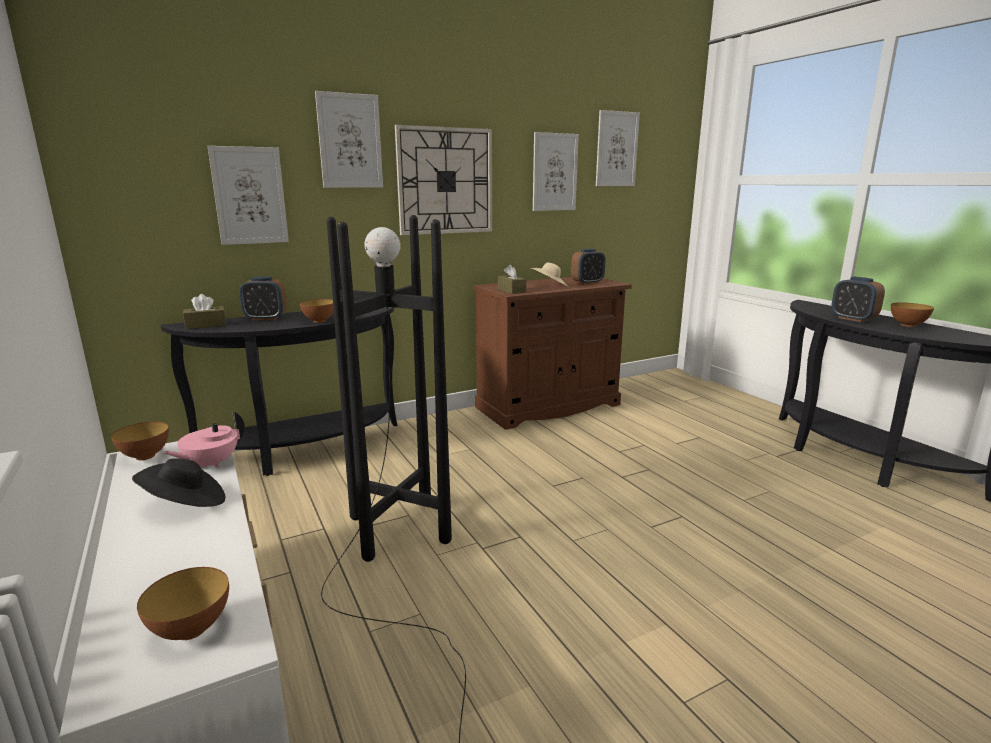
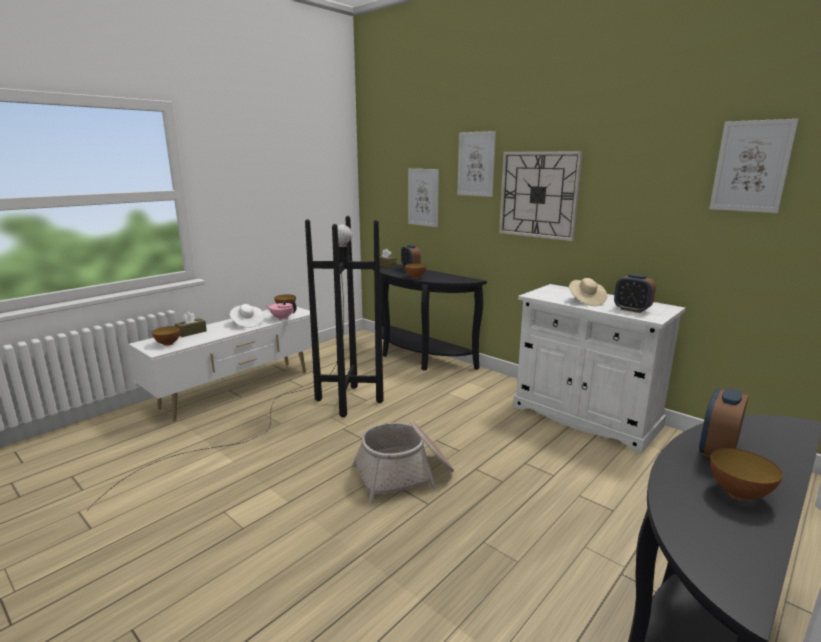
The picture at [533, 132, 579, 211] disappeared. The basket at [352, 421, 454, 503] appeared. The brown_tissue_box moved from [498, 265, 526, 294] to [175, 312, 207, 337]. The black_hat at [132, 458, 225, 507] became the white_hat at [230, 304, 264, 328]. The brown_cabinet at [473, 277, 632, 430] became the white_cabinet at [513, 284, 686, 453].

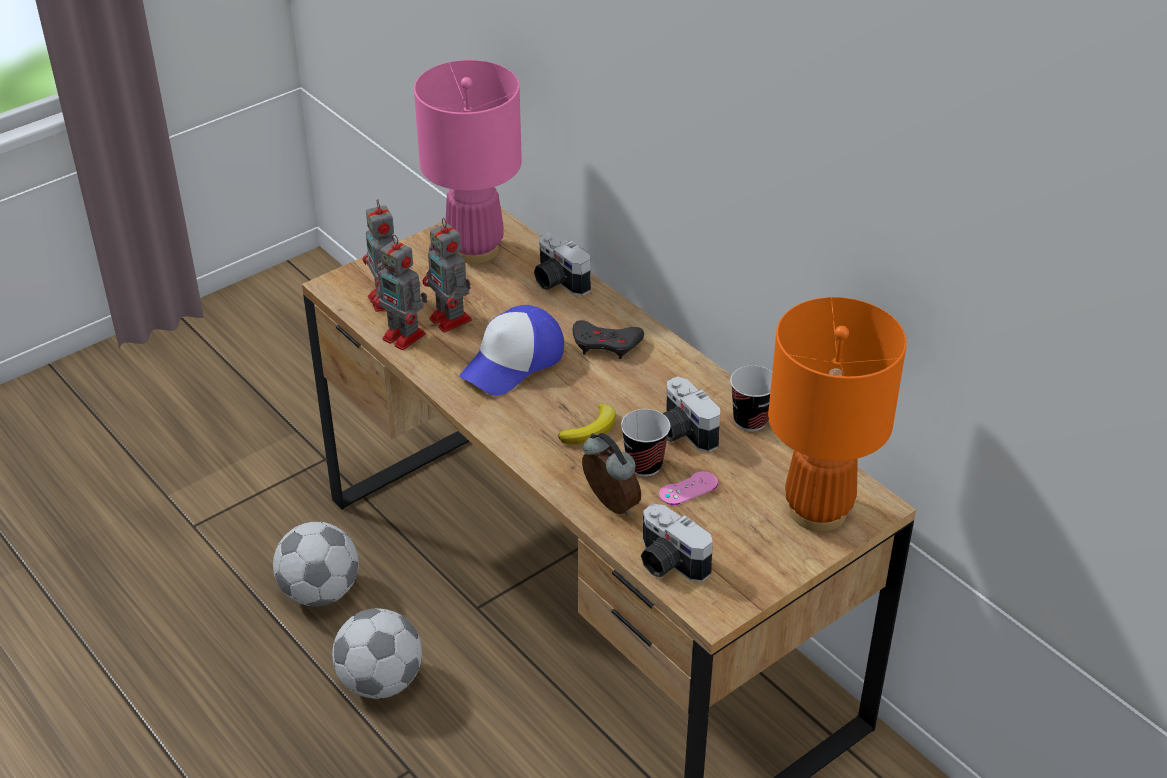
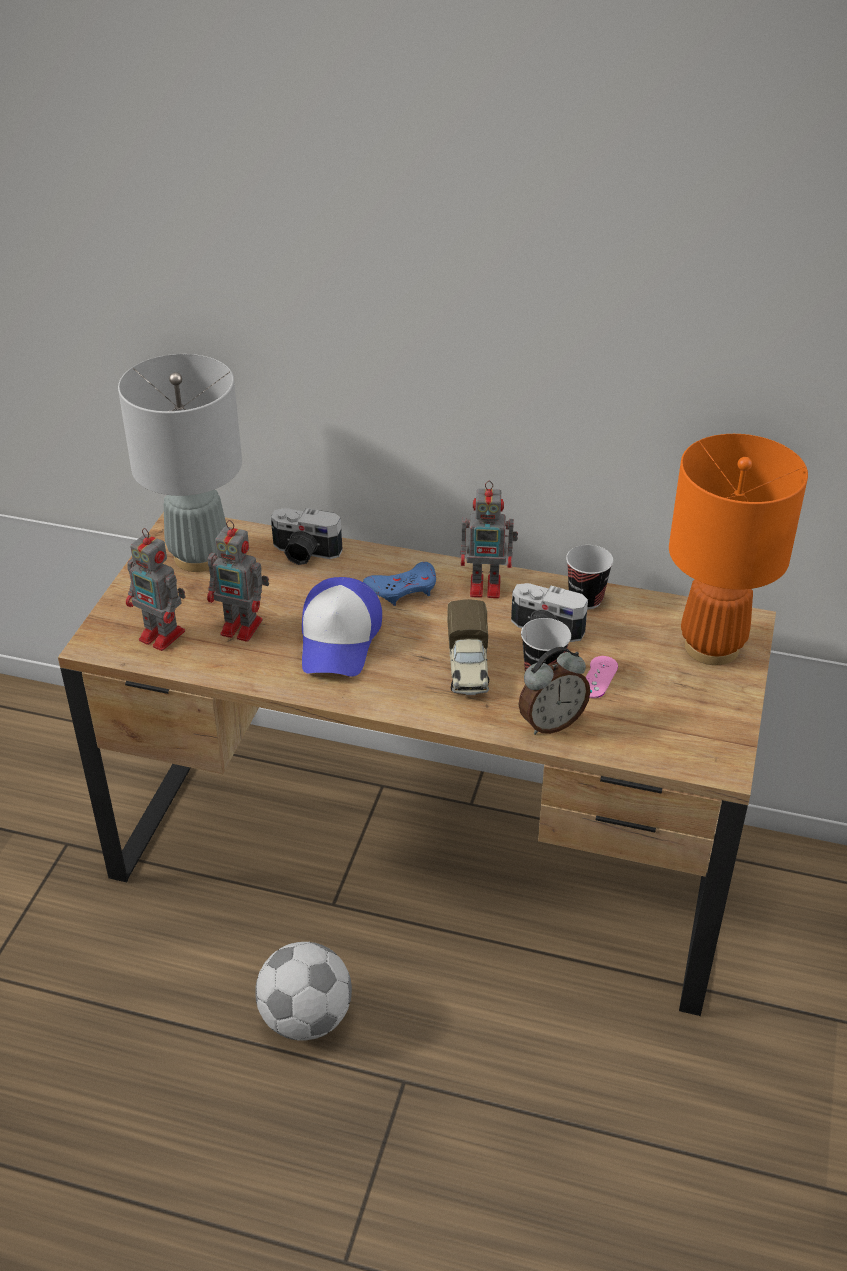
The football at [273, 521, 359, 607] disappeared. The photo_camera at [641, 503, 713, 582] disappeared. The toy_robot moved from [373, 235, 428, 350] to [461, 481, 518, 598]. The banana at [558, 403, 616, 445] was replaced by the toy_truck at [447, 599, 489, 695]. The pink_table_lamp at [414, 60, 522, 264] became the grey_table_lamp at [118, 354, 242, 572]. The grey_game_controller at [572, 320, 644, 359] became the blue_game_controller at [363, 562, 436, 606]. The alarm_clock at [582, 433, 641, 516] turned 135 degrees clockwise.

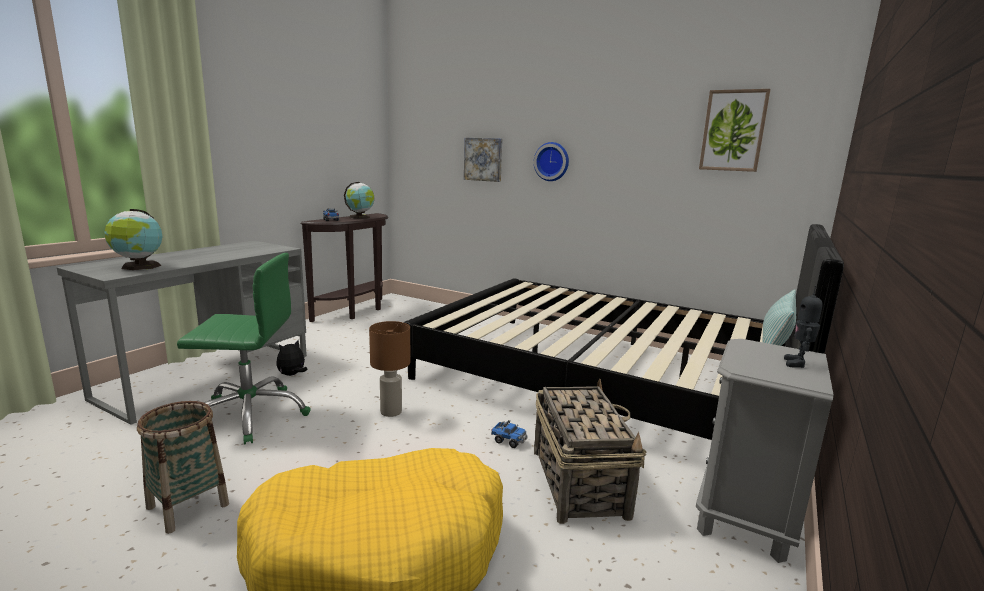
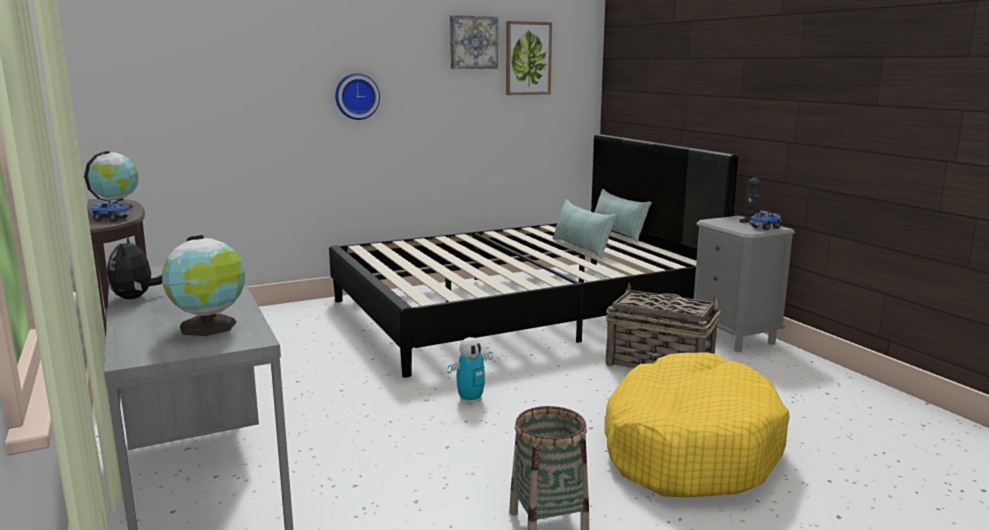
The green_office_chair at [177, 253, 311, 445] disappeared. The pillow at [552, 199, 617, 259] appeared. The plush_toy moved from [276, 340, 308, 376] to [107, 235, 162, 299]. The picture moved from [464, 138, 503, 182] to [450, 15, 498, 69]. The toy_truck moved from [491, 420, 528, 448] to [750, 210, 781, 230]. The brown_table_lamp at [369, 321, 410, 417] was replaced by the toy_robot at [447, 337, 493, 404].

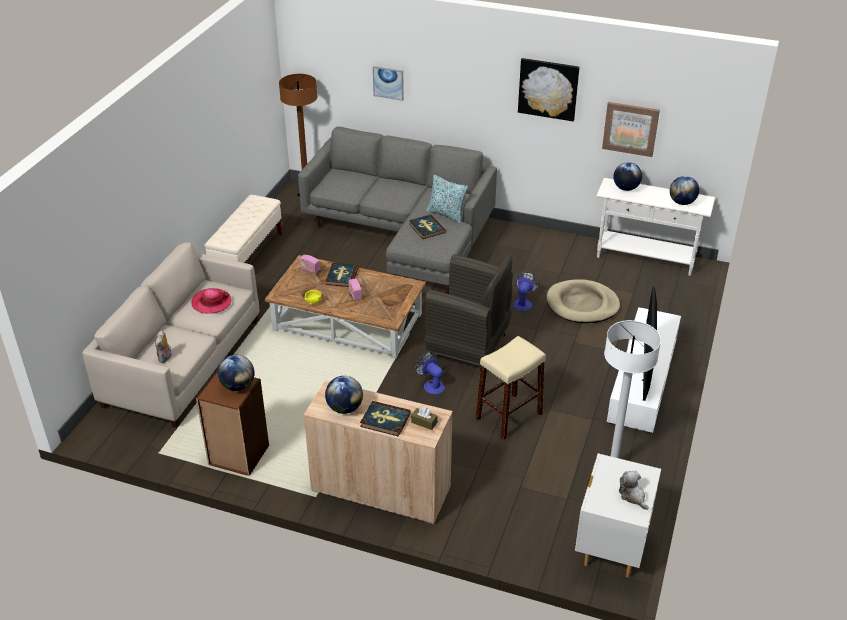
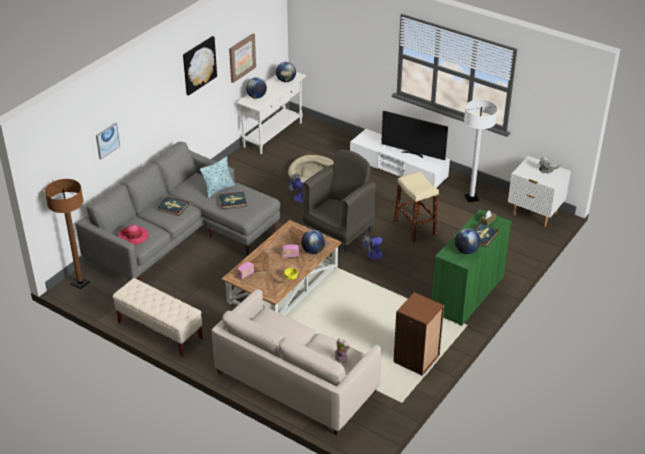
The hat moved from [191, 288, 232, 314] to [118, 224, 149, 245]. The globe moved from [218, 355, 255, 391] to [301, 230, 325, 254]. The book moved from [326, 263, 359, 287] to [157, 196, 189, 216]. The beige_cabinet at [304, 380, 452, 525] became the green_cabinet at [432, 209, 511, 326].

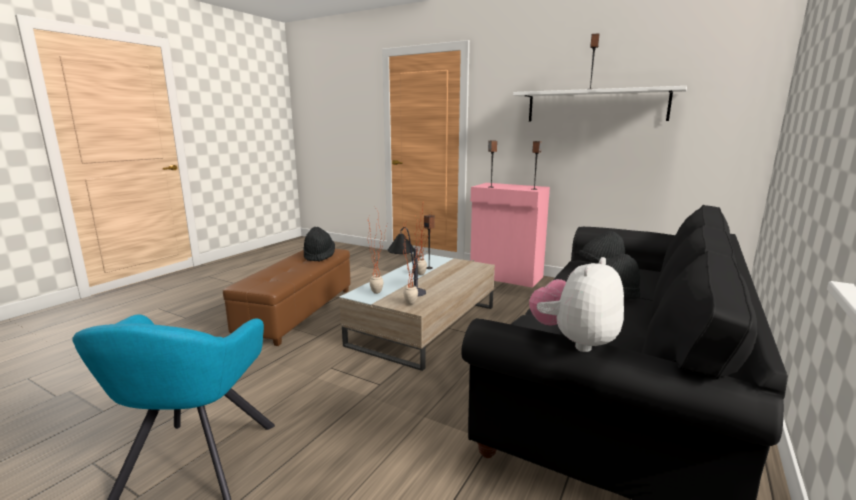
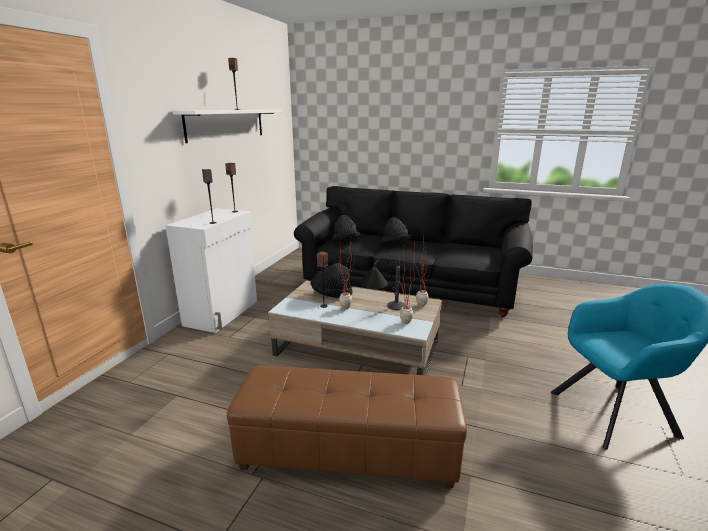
The plush_toy at [529, 257, 624, 352] disappeared. The black_hat moved from [303, 227, 335, 262] to [311, 263, 353, 298]. The pink_cabinet at [470, 183, 550, 288] became the white_cabinet at [165, 208, 257, 333].

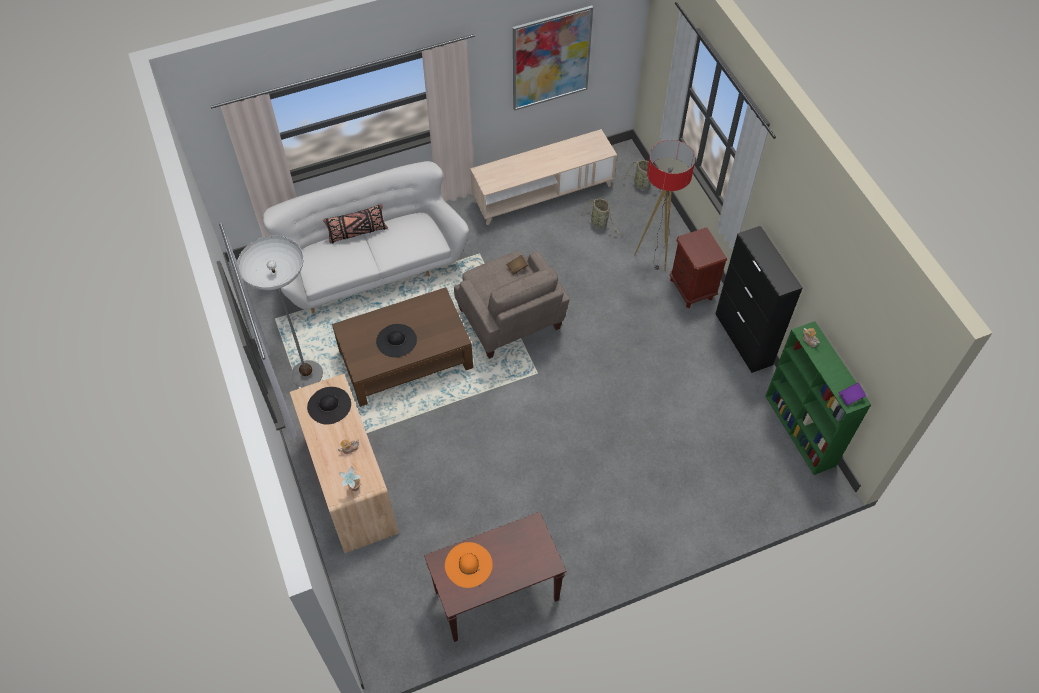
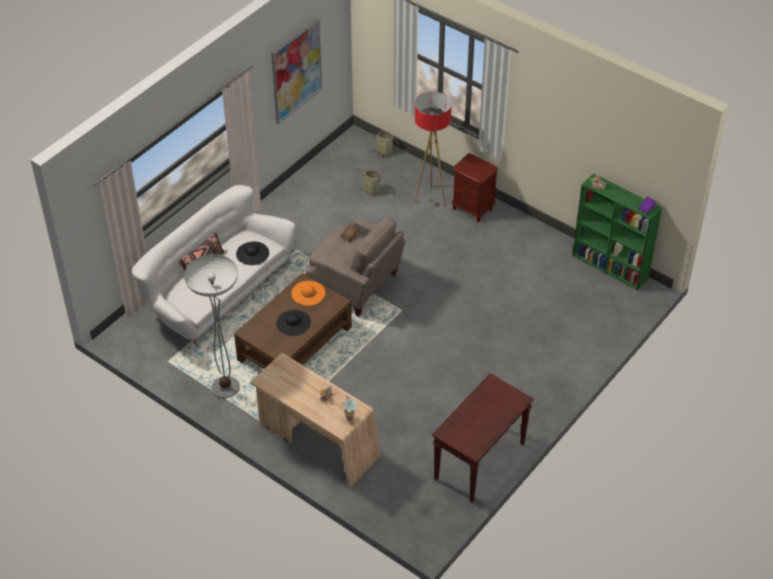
The beige_tv_stand at [470, 129, 617, 225] disappeared. The black_cabinet at [715, 226, 803, 373] disappeared. The black_hat moved from [307, 387, 351, 425] to [236, 241, 269, 265]. The orange_hat moved from [445, 542, 493, 588] to [291, 281, 325, 306].

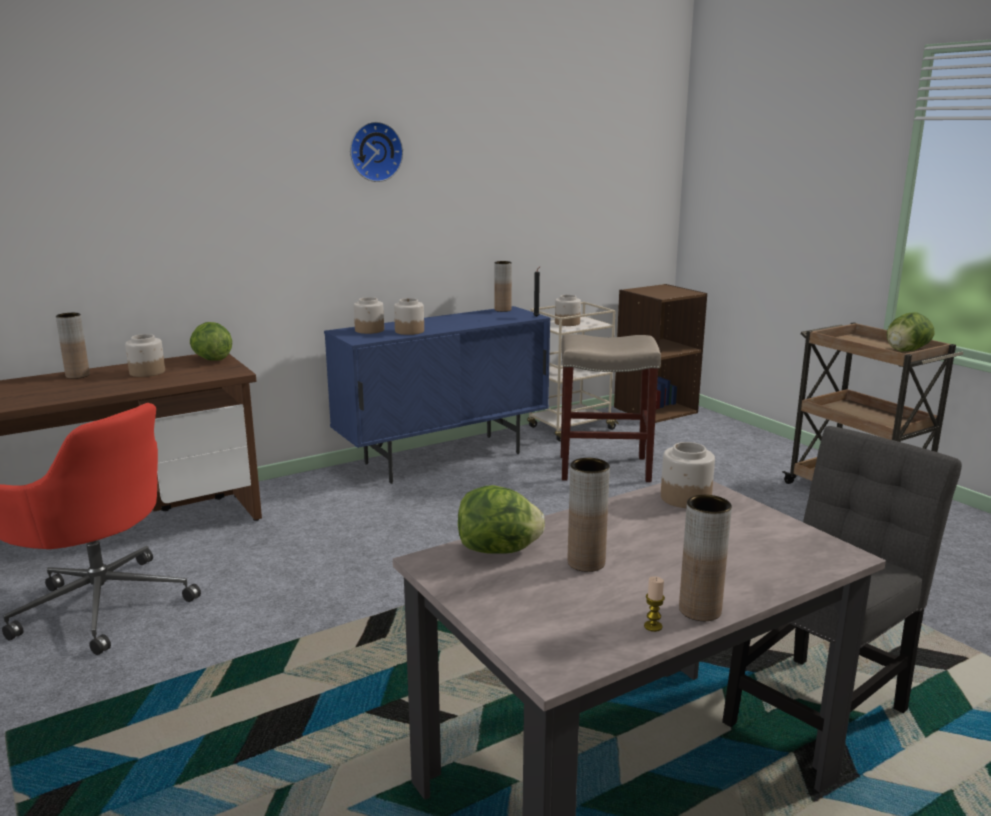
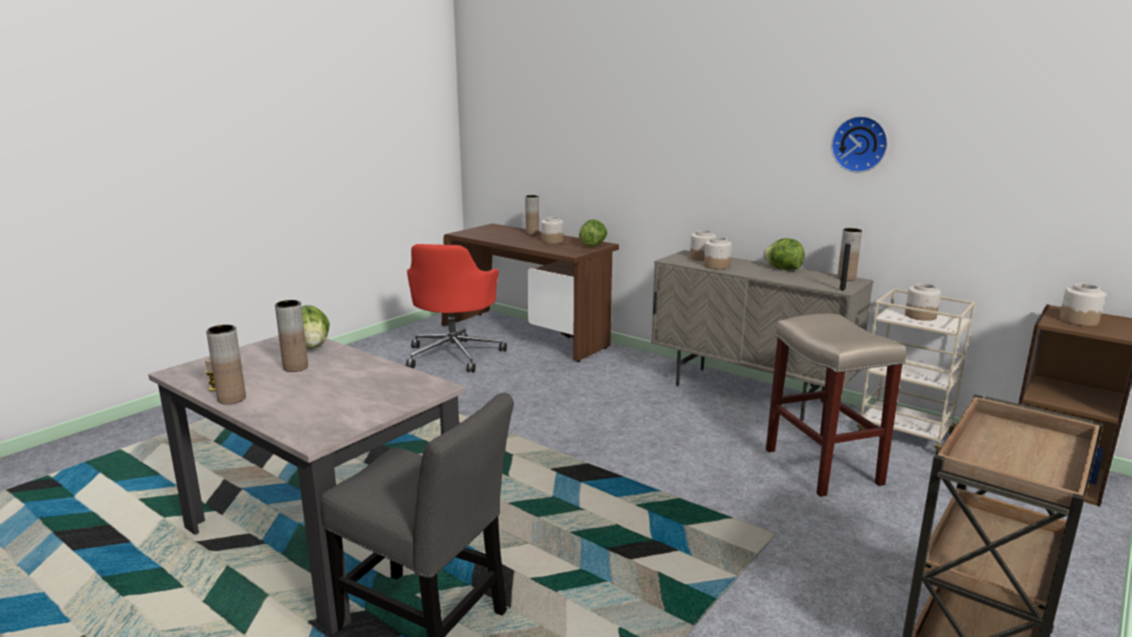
The wall_clock moved from [350, 121, 403, 182] to [831, 116, 888, 173]. The jar moved from [661, 442, 715, 508] to [1060, 283, 1105, 326]. The lettuce moved from [887, 312, 935, 351] to [763, 238, 804, 270]. The blue_cabinet at [324, 306, 551, 484] became the beige_cabinet at [651, 250, 873, 421].

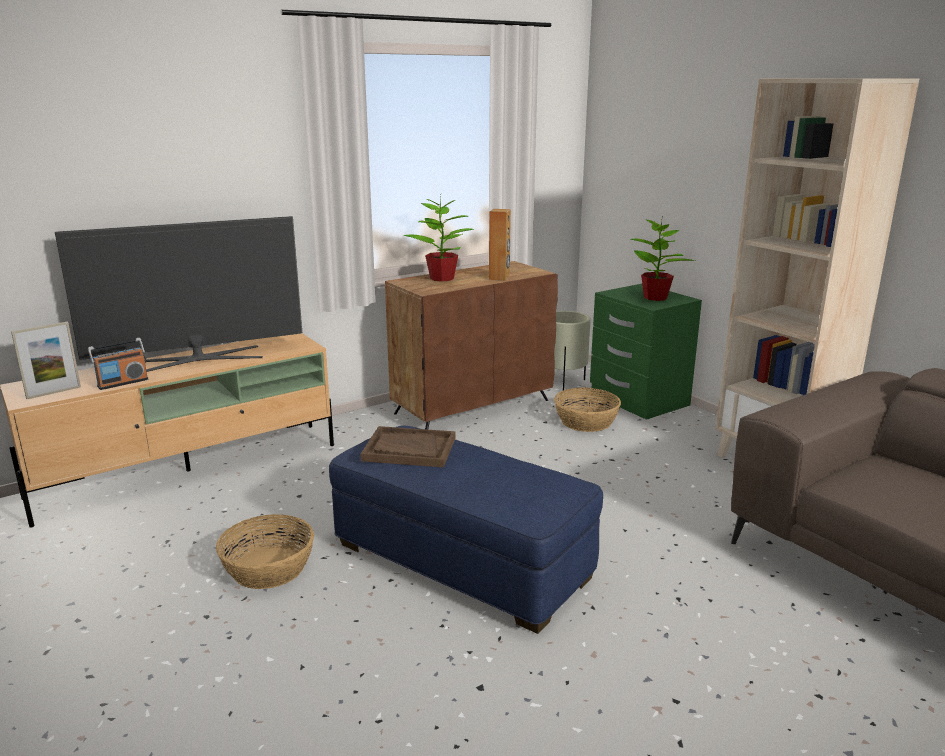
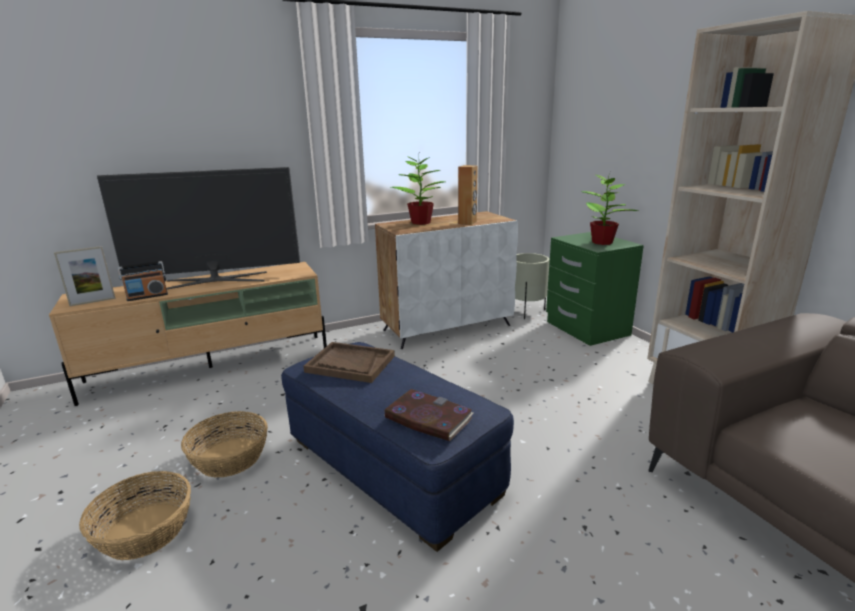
The book at [384, 389, 474, 441] appeared. The basket moved from [554, 387, 621, 432] to [79, 471, 191, 560]. The brown_cabinet at [385, 261, 558, 430] became the white_cabinet at [375, 211, 518, 349].

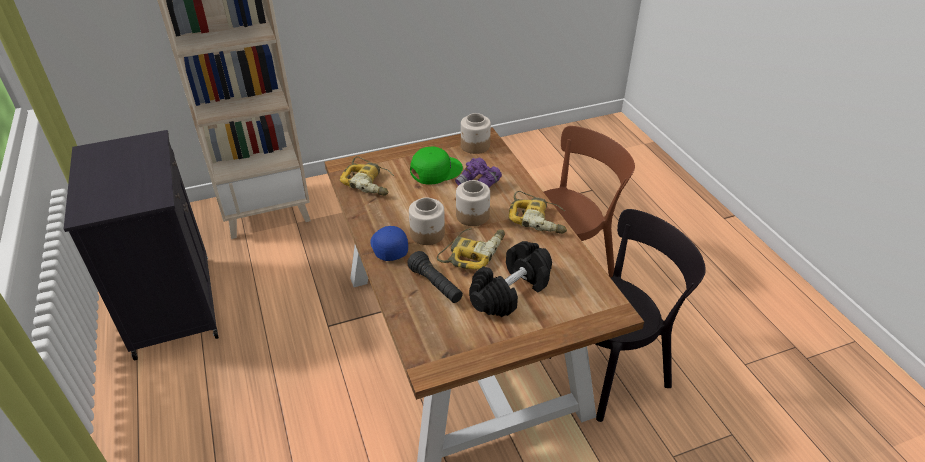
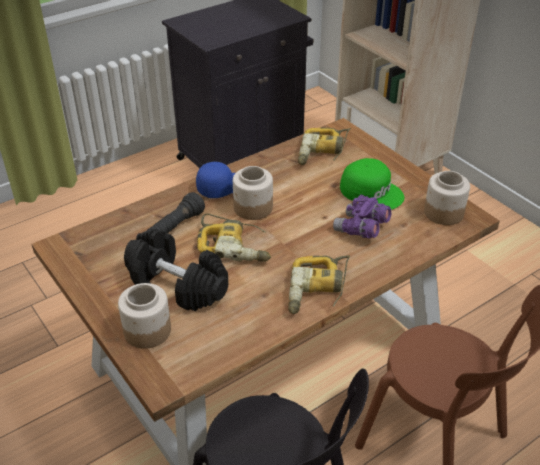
The jar moved from [456, 180, 490, 226] to [118, 283, 171, 349].

